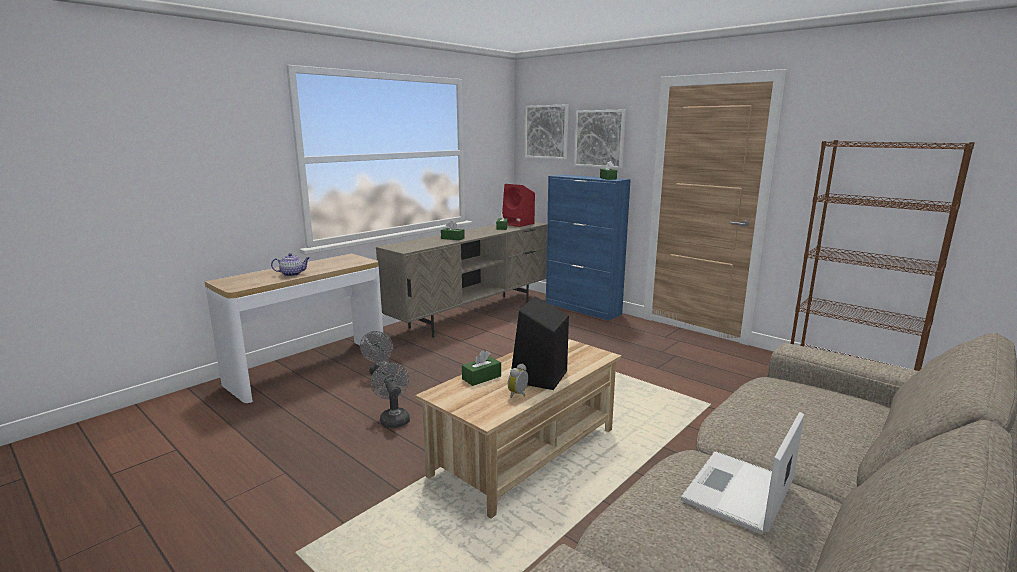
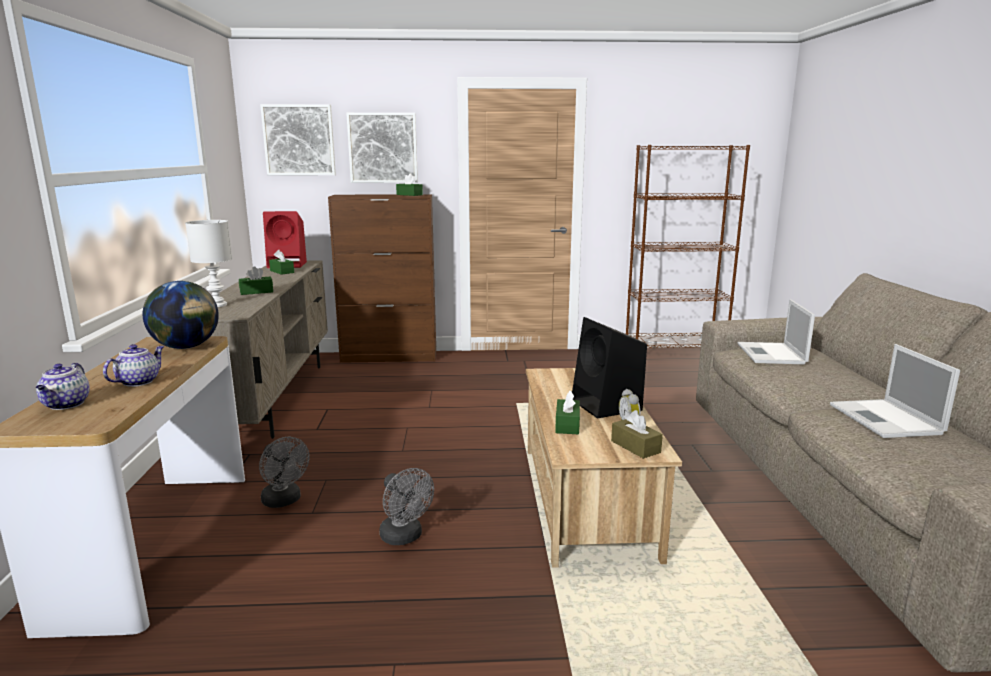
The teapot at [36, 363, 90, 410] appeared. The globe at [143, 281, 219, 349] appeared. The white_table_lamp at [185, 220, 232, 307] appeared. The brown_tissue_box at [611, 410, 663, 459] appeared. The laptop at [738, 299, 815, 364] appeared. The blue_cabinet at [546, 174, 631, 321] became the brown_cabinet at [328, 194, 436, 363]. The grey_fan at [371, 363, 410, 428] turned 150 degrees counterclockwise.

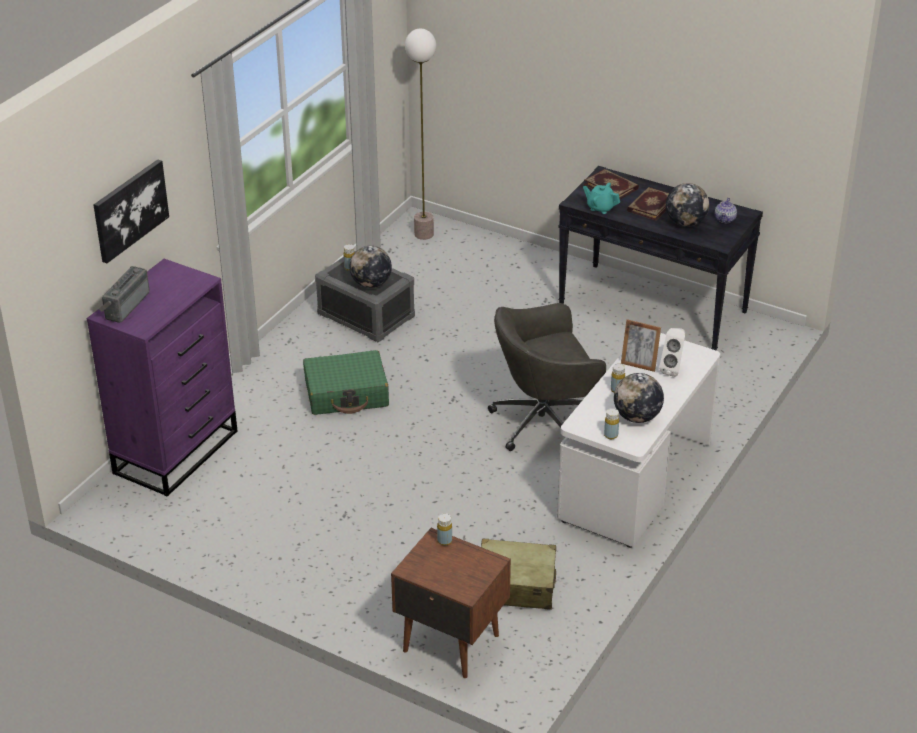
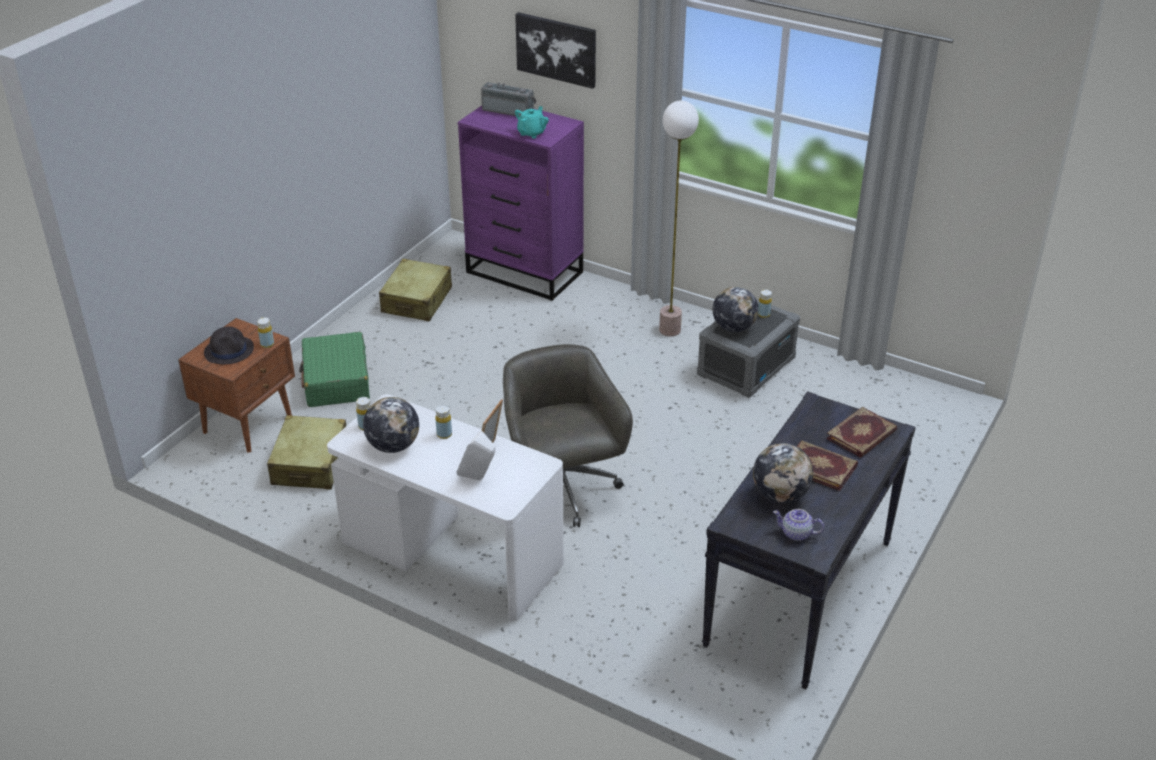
The black_hat at [204, 327, 254, 364] appeared. The beige_suitcase at [379, 259, 452, 321] appeared. The green_suitcase moved from [303, 350, 389, 415] to [299, 332, 370, 407]. The floor_lamp moved from [405, 29, 436, 240] to [659, 101, 699, 337]. The turquoise_teapot moved from [583, 183, 620, 214] to [515, 106, 549, 139].

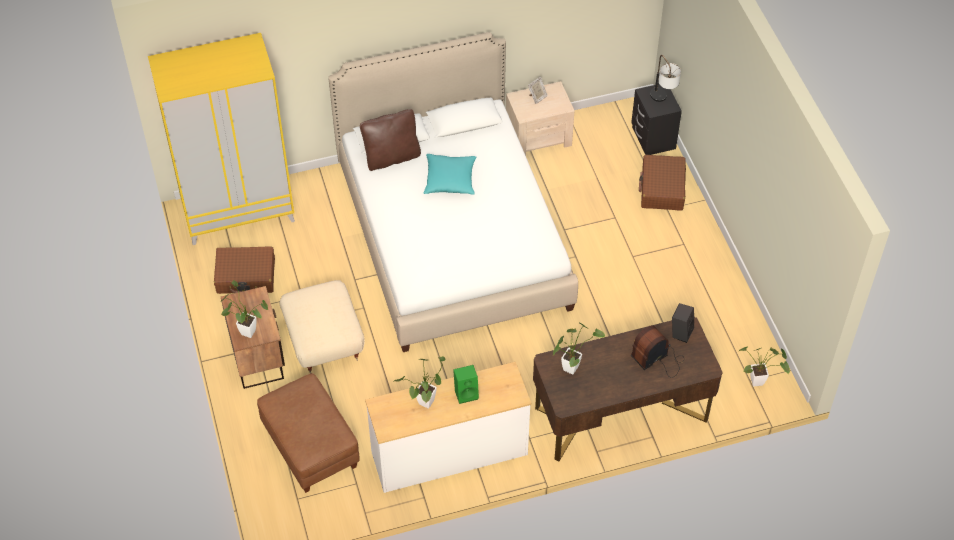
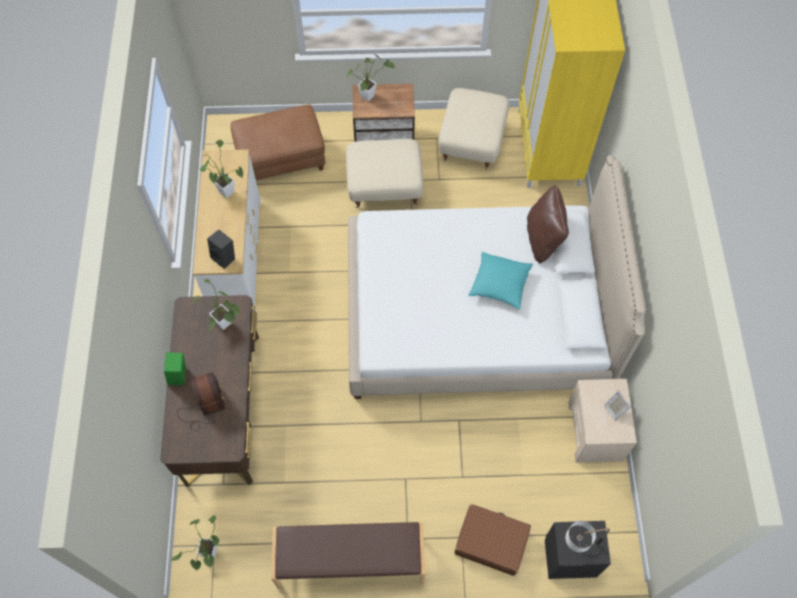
The brown_bench at [271, 522, 425, 589] appeared. The green_speaker moved from [453, 365, 479, 404] to [164, 352, 186, 385]. The black_speaker moved from [672, 303, 694, 343] to [207, 230, 235, 269]. The brown_suitcase at [214, 246, 275, 294] was replaced by the beige_ottoman at [438, 88, 510, 170].

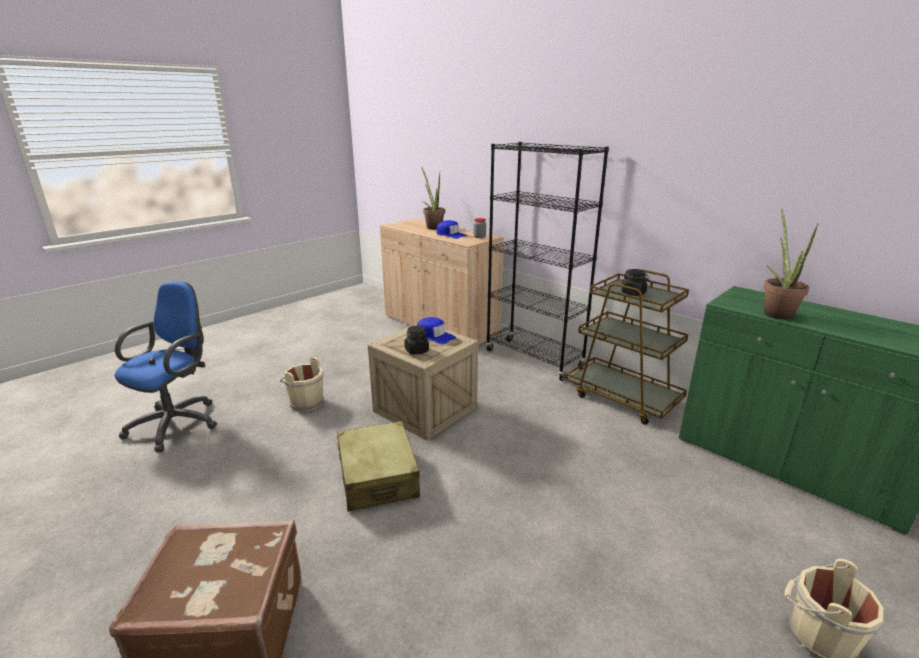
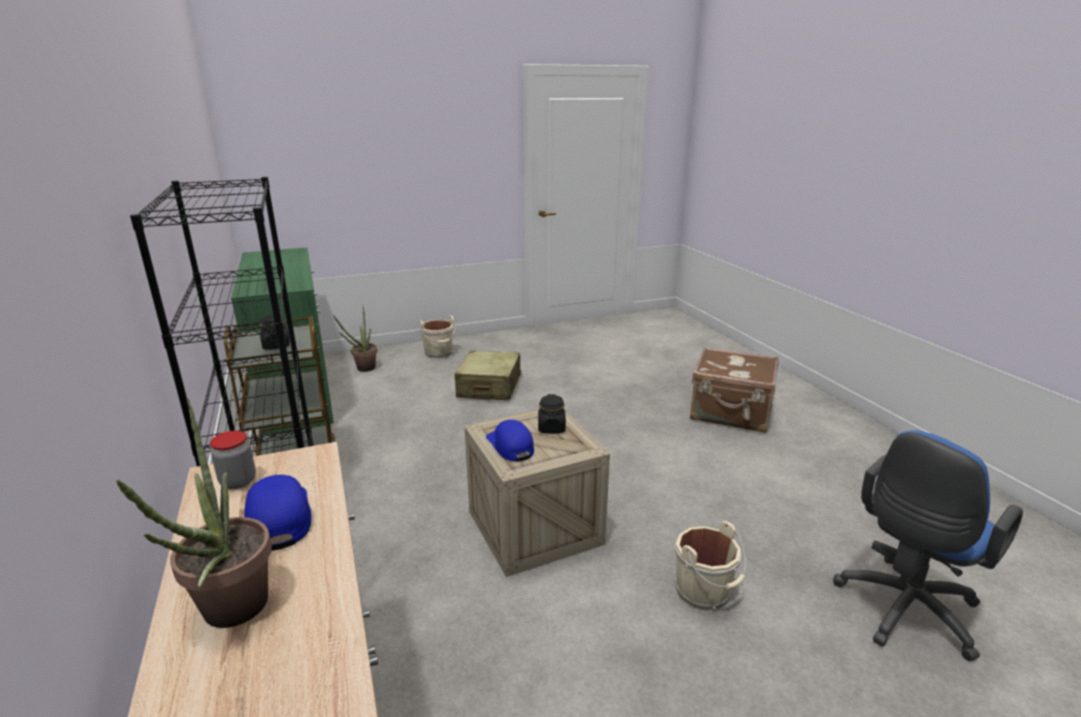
The beige_suitcase moved from [337, 421, 420, 512] to [455, 351, 521, 400]. The potted_plant moved from [764, 209, 818, 320] to [334, 307, 377, 372].

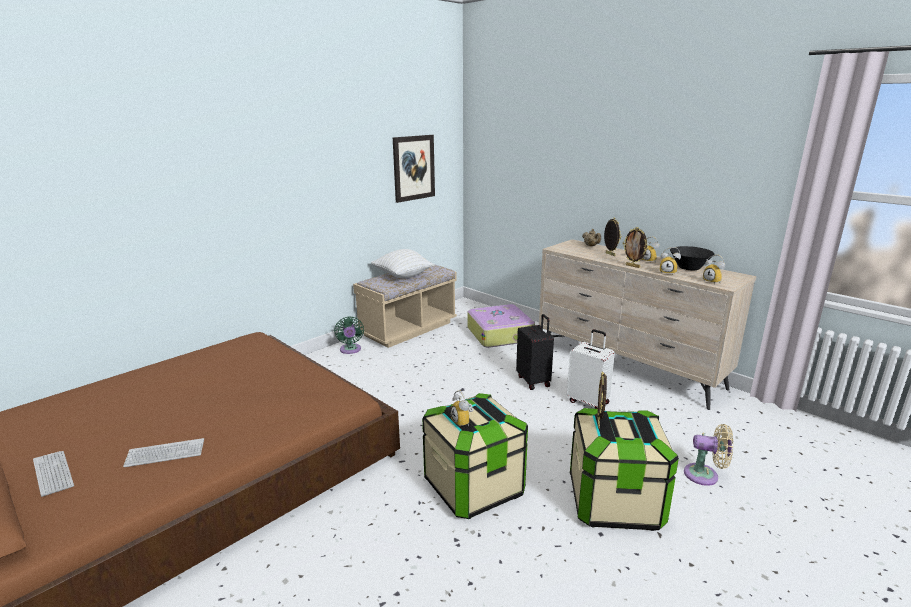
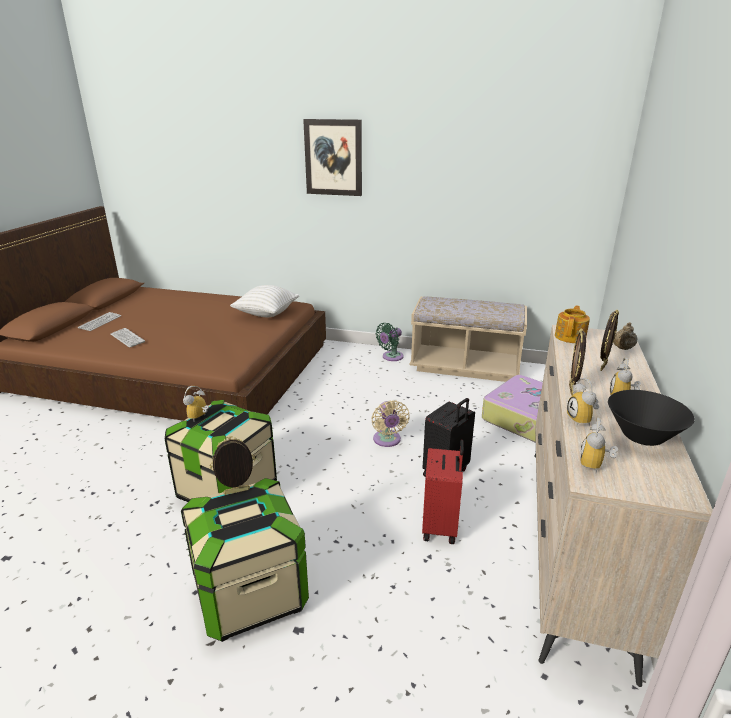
The teapot at [555, 305, 590, 343] appeared. The white_pillow moved from [371, 249, 435, 278] to [230, 285, 299, 317]. The picture moved from [393, 135, 435, 203] to [303, 119, 362, 196]. The beige_fan moved from [684, 424, 733, 486] to [371, 400, 409, 447]. The white_suitcase at [567, 329, 615, 409] became the red_suitcase at [422, 440, 464, 544].

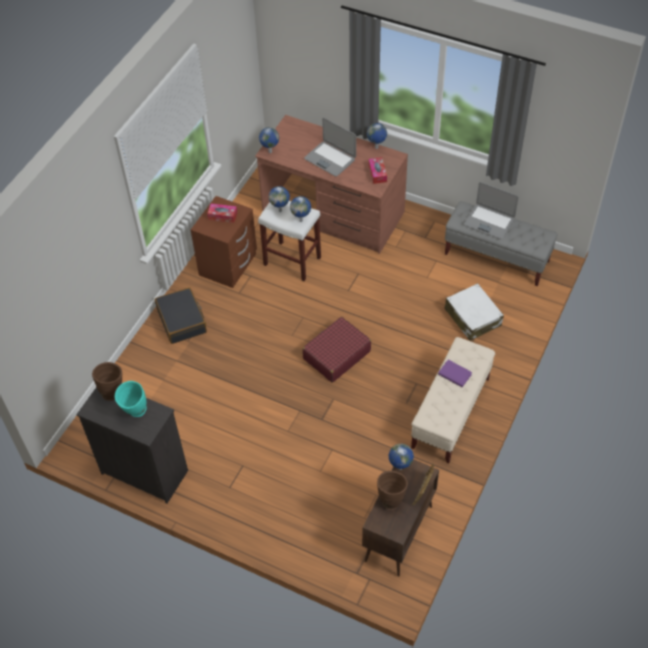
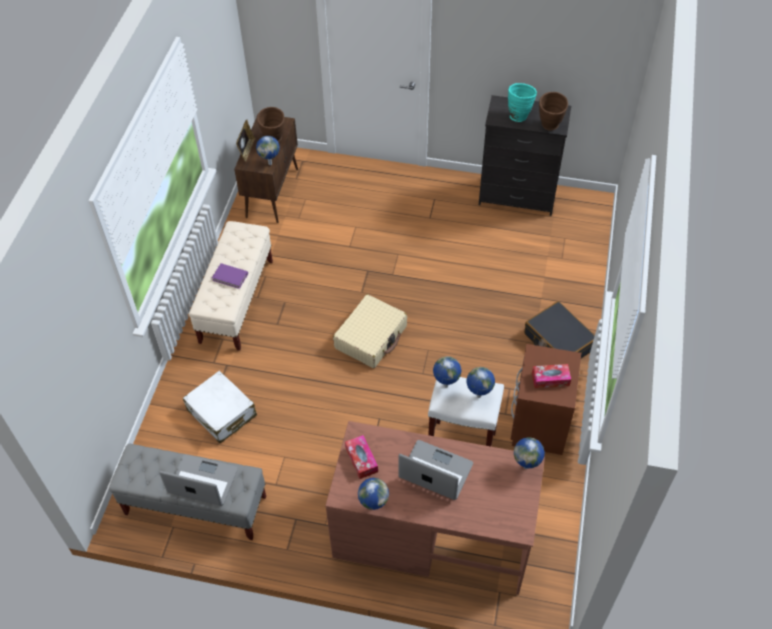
The red_suitcase at [302, 317, 371, 382] became the beige_suitcase at [333, 294, 407, 368].

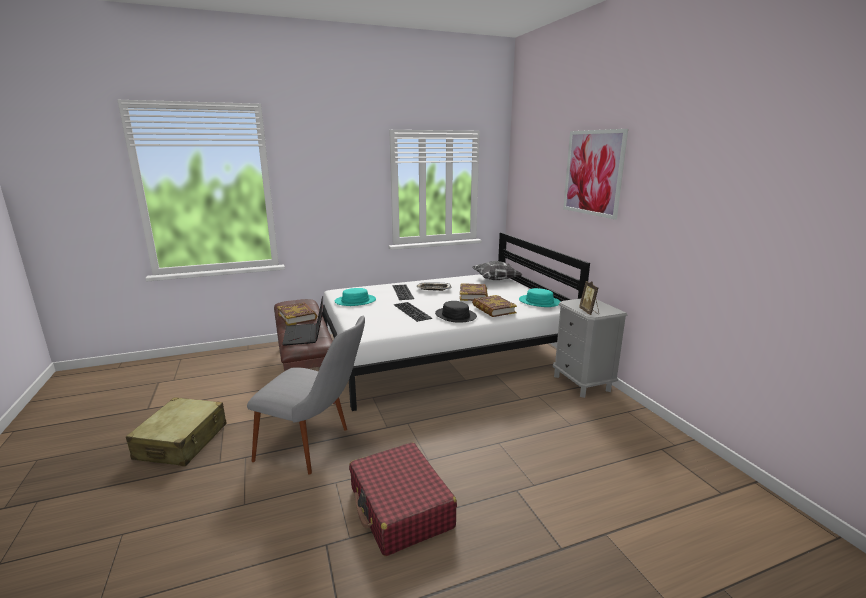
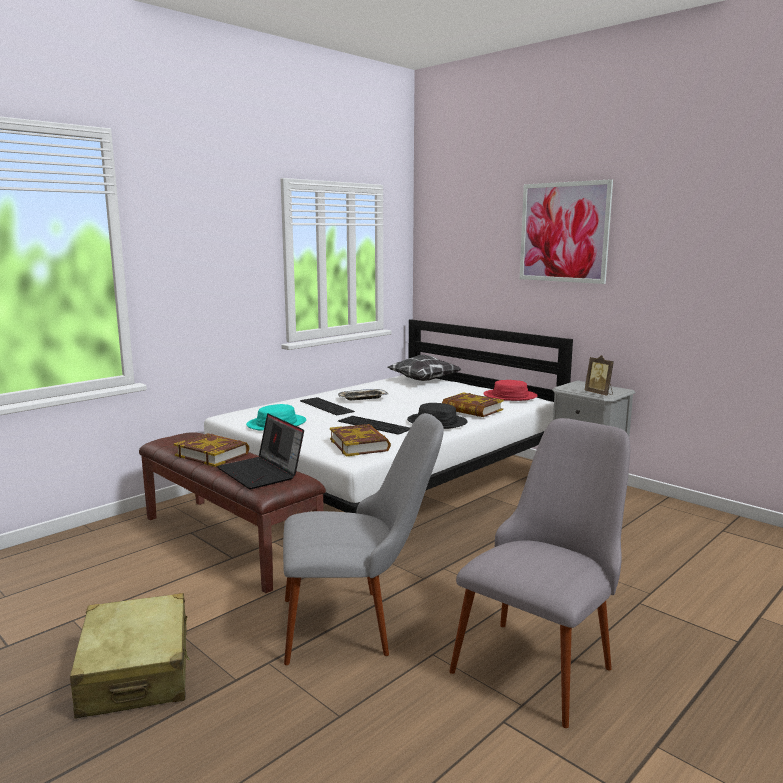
The book moved from [460, 283, 488, 301] to [330, 424, 391, 456]. The red_suitcase at [349, 442, 457, 556] was replaced by the grey_chair at [449, 418, 630, 728]. The turquoise_hat at [519, 288, 561, 307] became the red_hat at [483, 380, 538, 401].

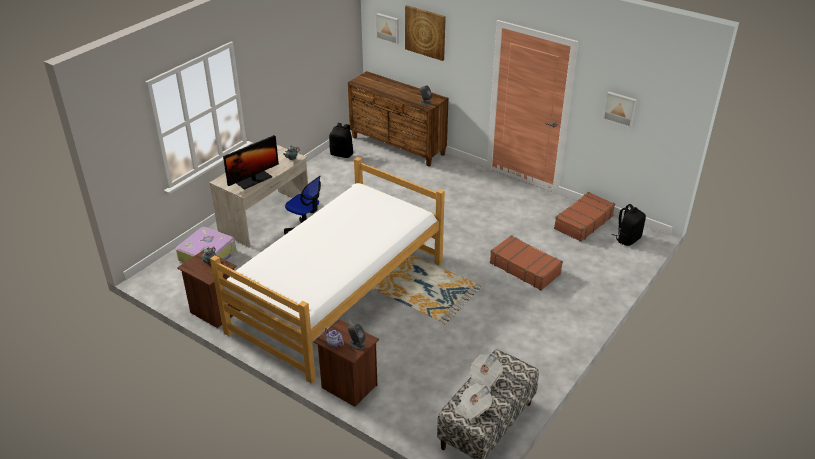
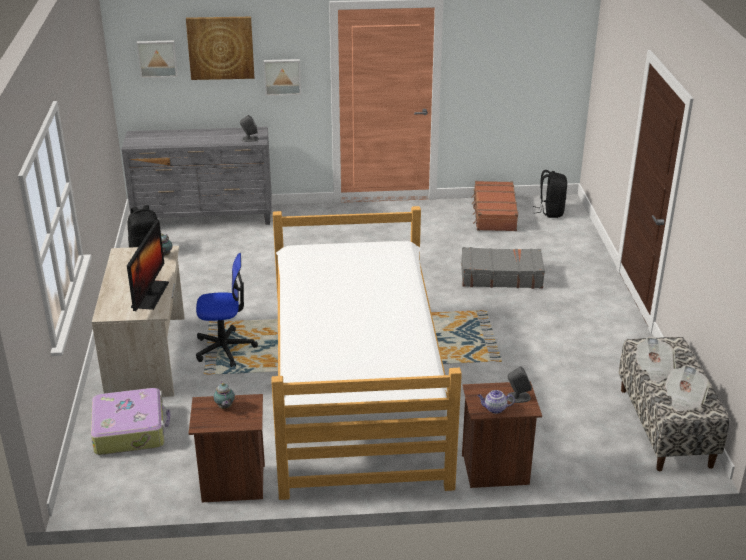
The picture moved from [603, 91, 637, 128] to [264, 59, 301, 96]. The brown_dresser at [348, 71, 449, 167] became the grey_dresser at [121, 127, 272, 225]. The brown_suitcase at [490, 235, 563, 291] became the grey_suitcase at [461, 247, 545, 289].

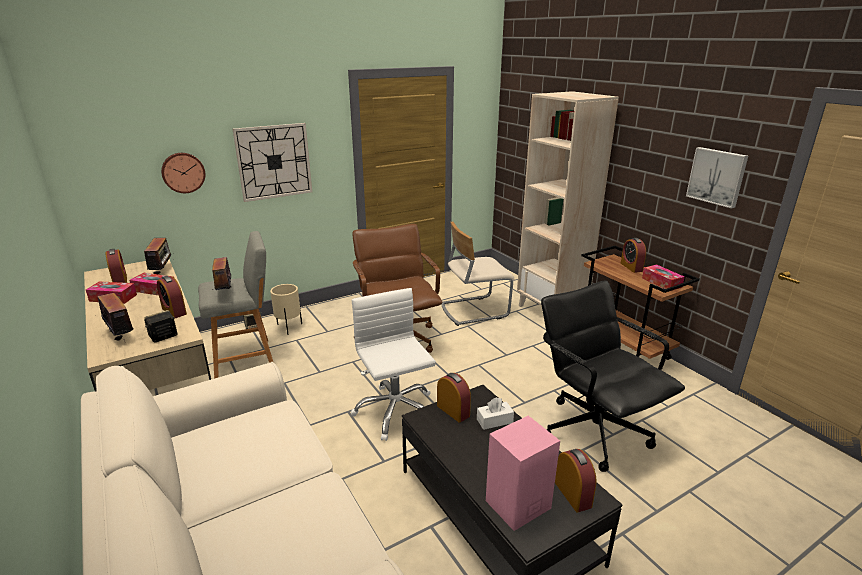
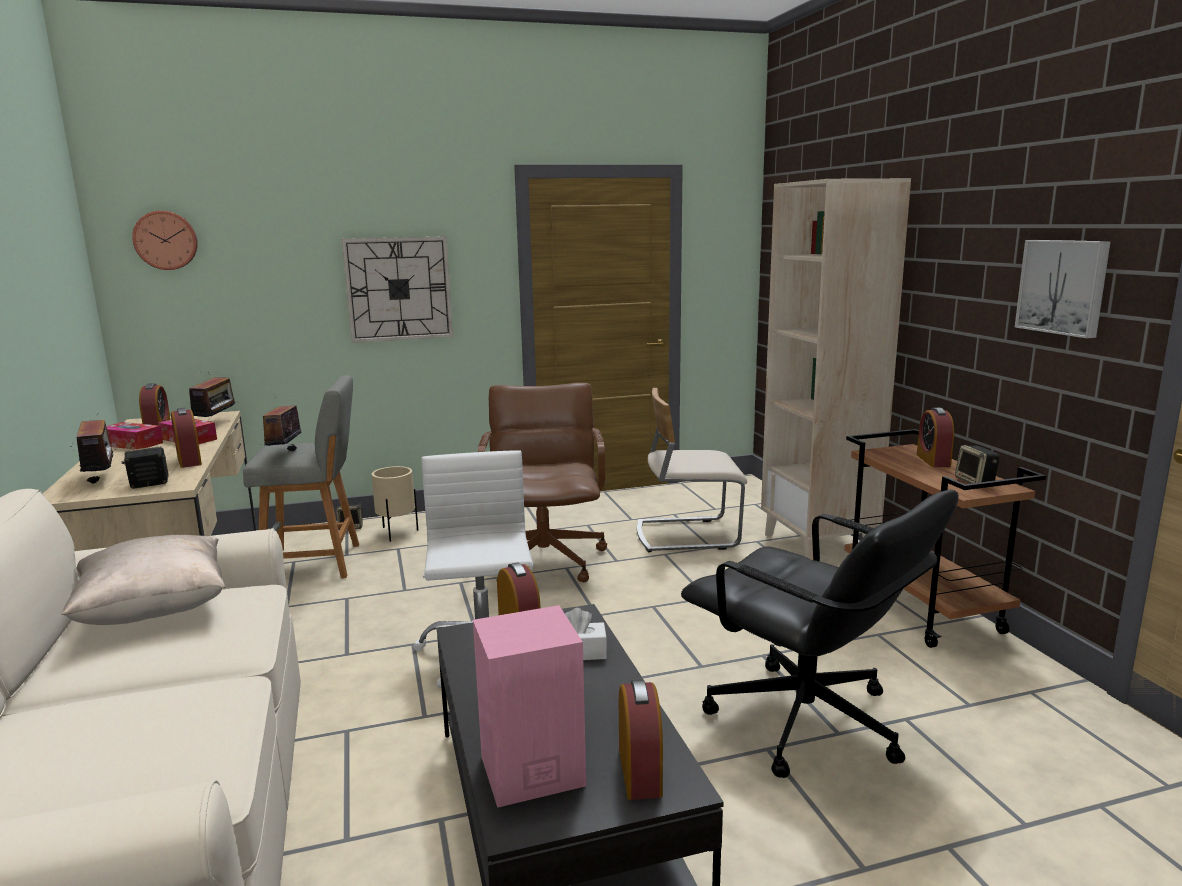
The beige_pillow at [61, 535, 225, 625] appeared. The wall_clock moved from [161, 153, 205, 193] to [132, 211, 198, 270]. The tissue_box at [642, 265, 685, 291] was replaced by the speaker at [955, 445, 1000, 484]. The black_office_chair at [541, 280, 685, 472] turned 150 degrees clockwise.

